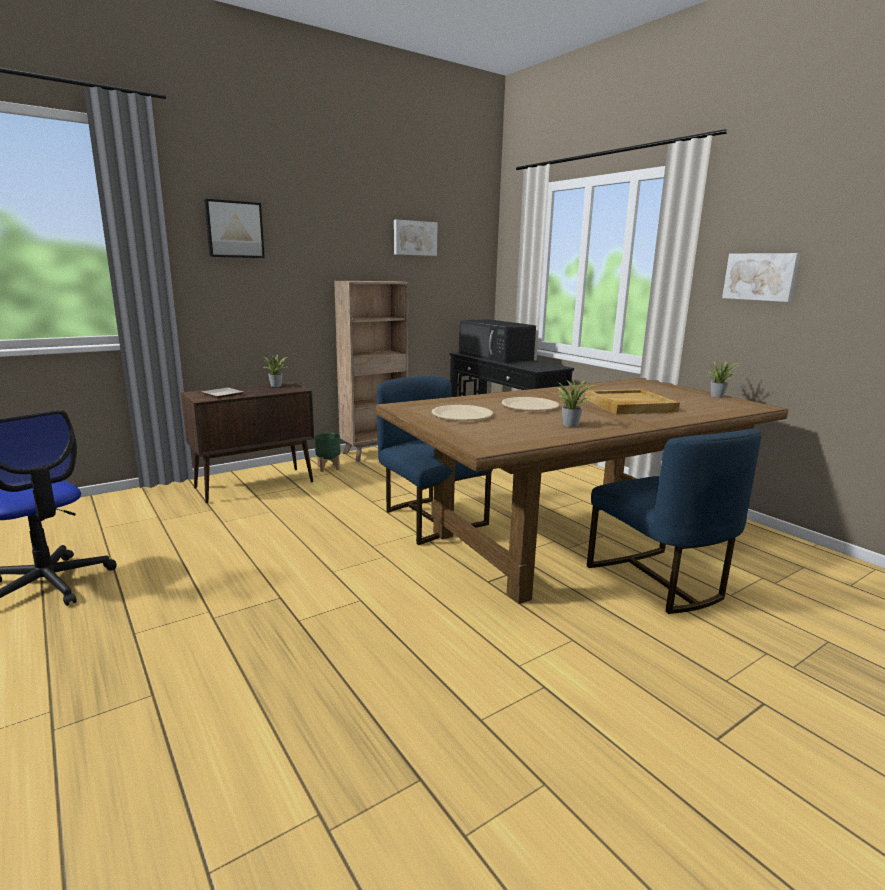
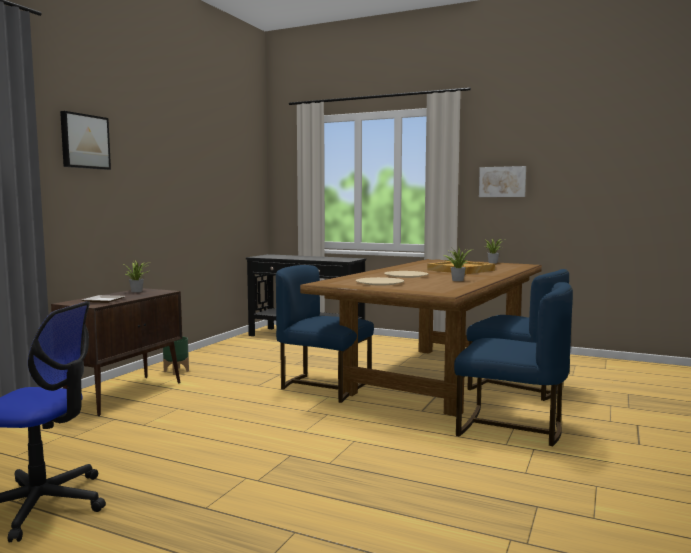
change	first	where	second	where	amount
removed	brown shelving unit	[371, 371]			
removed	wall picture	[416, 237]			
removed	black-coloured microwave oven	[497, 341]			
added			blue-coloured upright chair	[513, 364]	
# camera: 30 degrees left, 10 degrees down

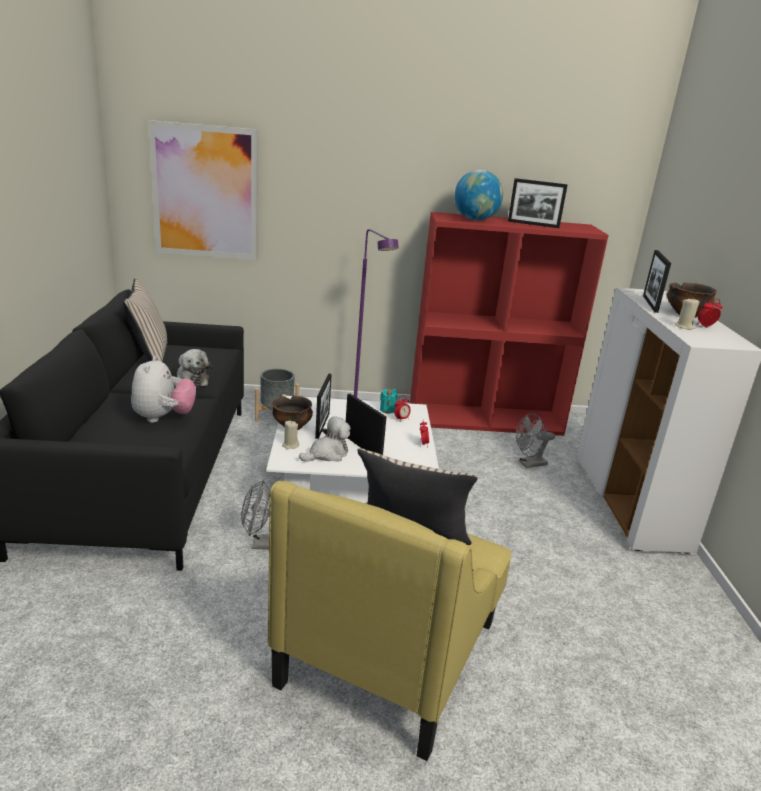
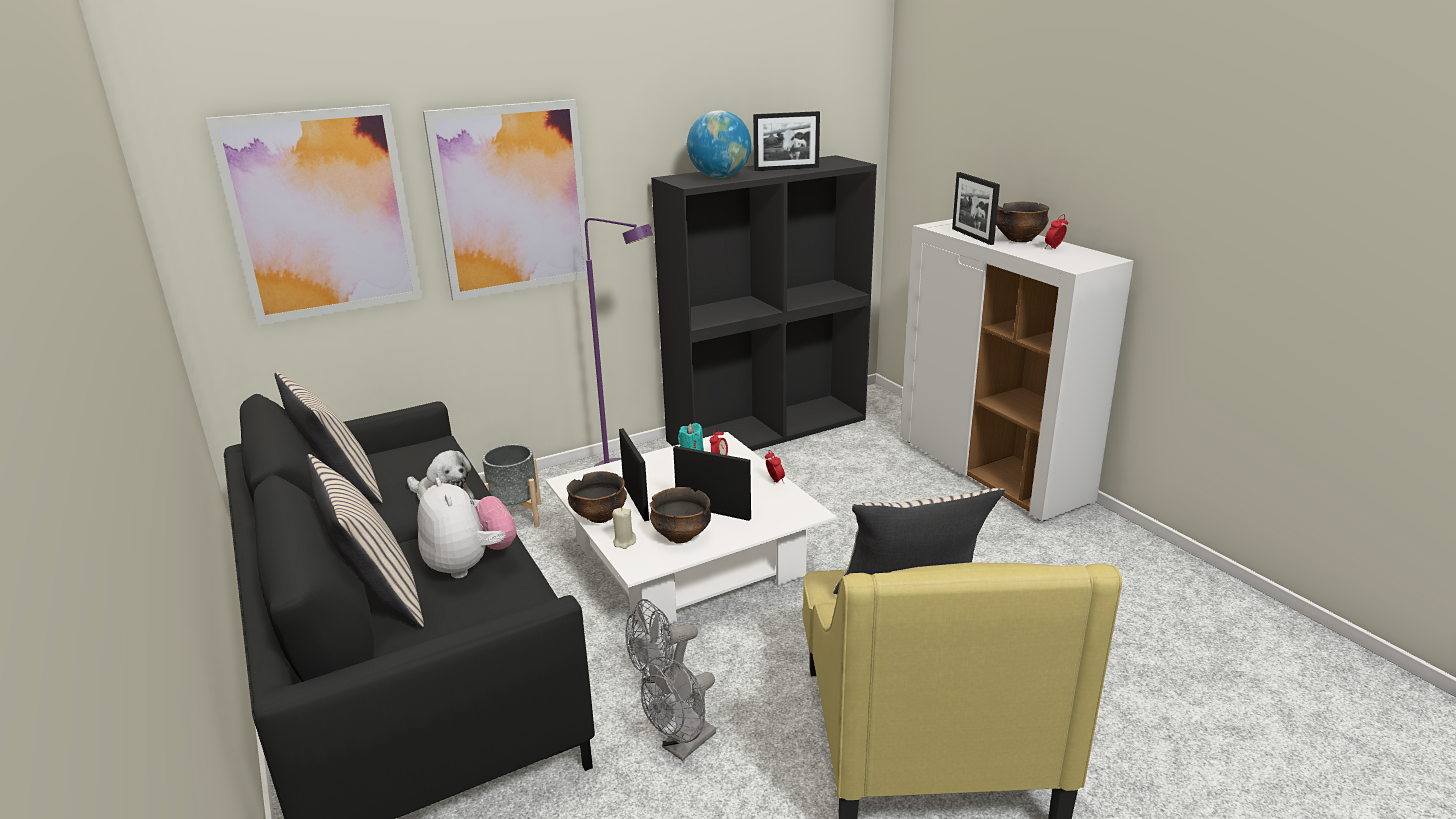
change	first	where	second	where	amount
removed	sand-coloured candle	[687, 314]			
added			sand-coloured pillow	[365, 541]	
added			wall picture	[506, 200]	
moved	grey fan	[535, 440]		[678, 708]	
replaced	soft toy	[325, 439]	bowl	[680, 515]	
recoloured	reddish shelving unit	[509, 324]	black-coloured shelving unit	[764, 303]	
# camera: 25 degrees left, 0 degrees up

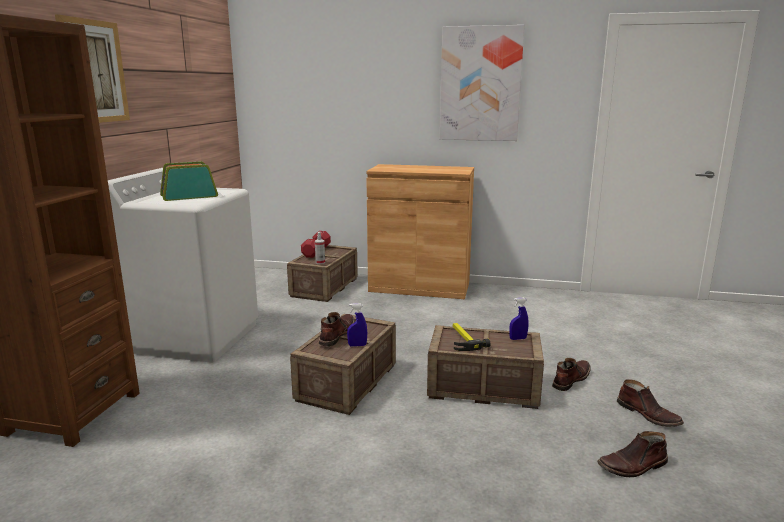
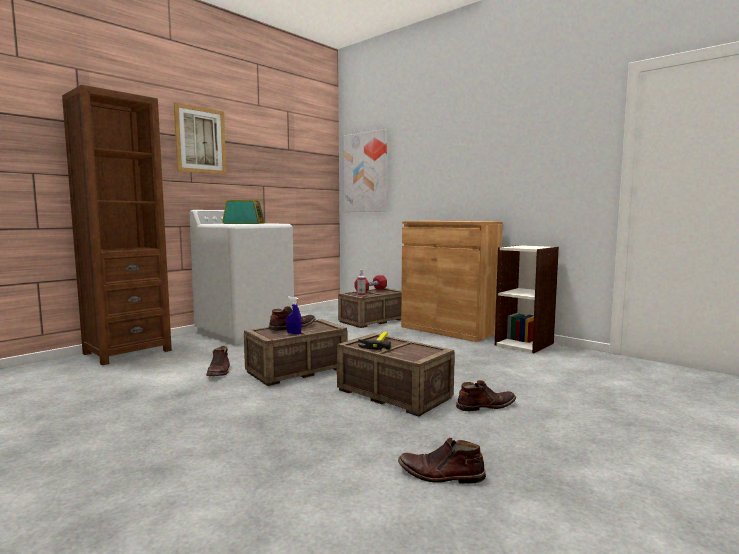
change	first	where	second	where	amount
removed	blue-coloured sprayer	[519, 319]			
added			shelving unit	[527, 299]	
moved	wall picture	[482, 83]		[365, 170]	
moved	brown high-top boot	[650, 403]		[218, 361]	
# camera: 30 degrees right, 10 degrees down

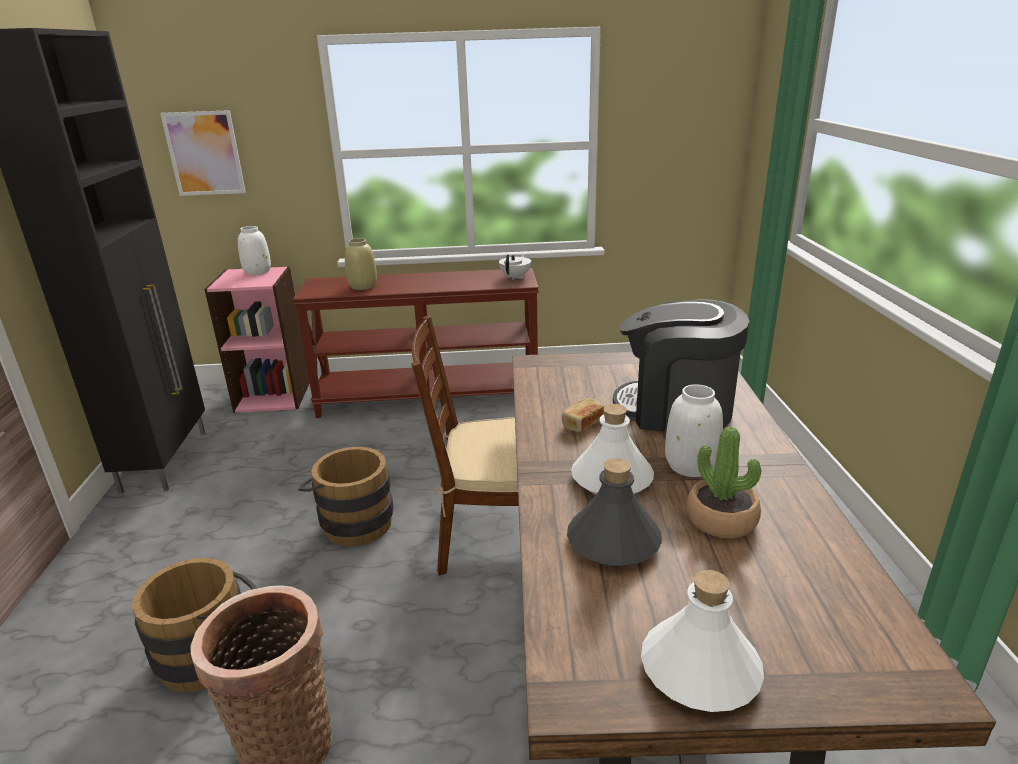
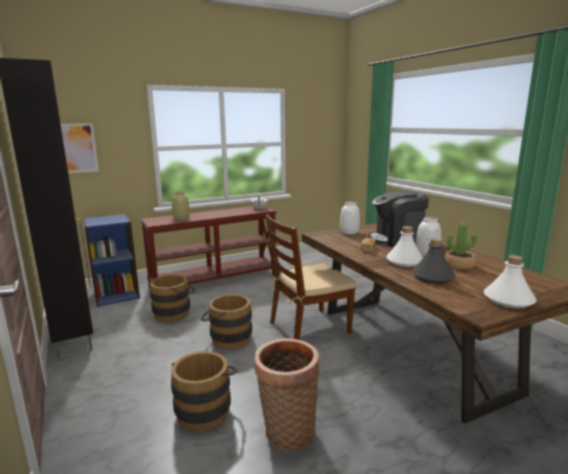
change	first	where	second	where	amount
added			brown water bucket	[172, 298]	
moved	whitish vase	[254, 250]		[350, 218]	
recoloured	pink shelving unit	[257, 339]	blue-coloured shelving unit	[111, 260]	
# camera: 25 degrees left, 10 degrees down

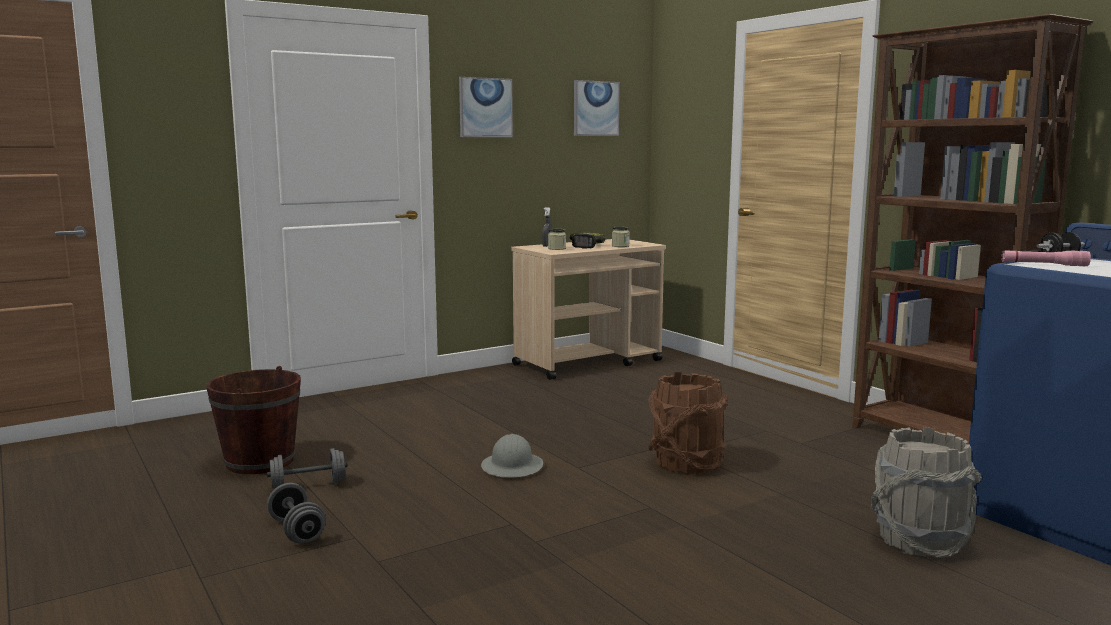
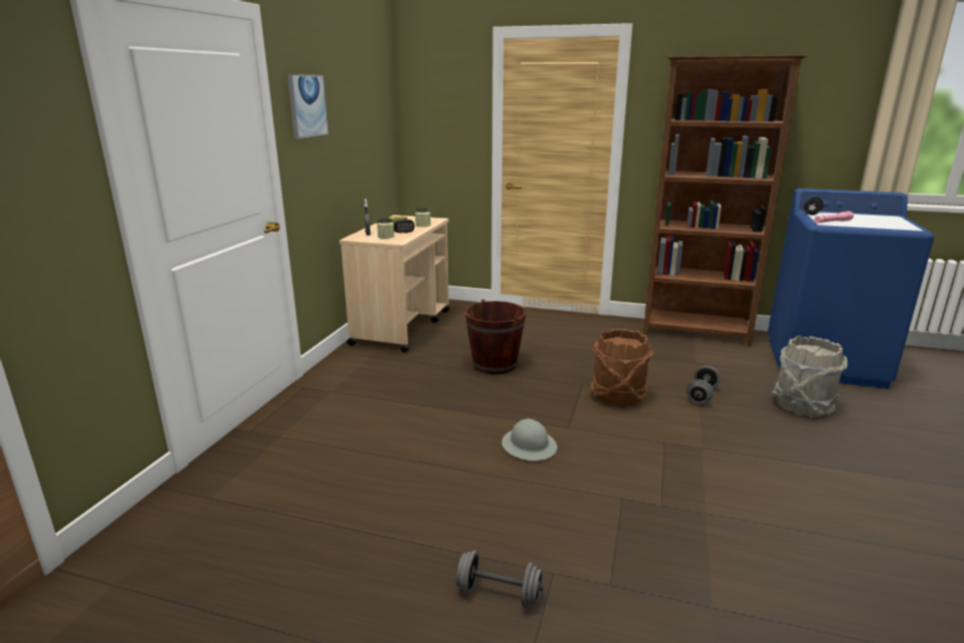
change	first	where	second	where	amount
removed	wall picture	[597, 108]			
moved	brown water bucket	[253, 420]		[495, 336]	
moved	grey hand weight	[307, 468]		[703, 385]	
# camera: 40 degrees left, 10 degrees up

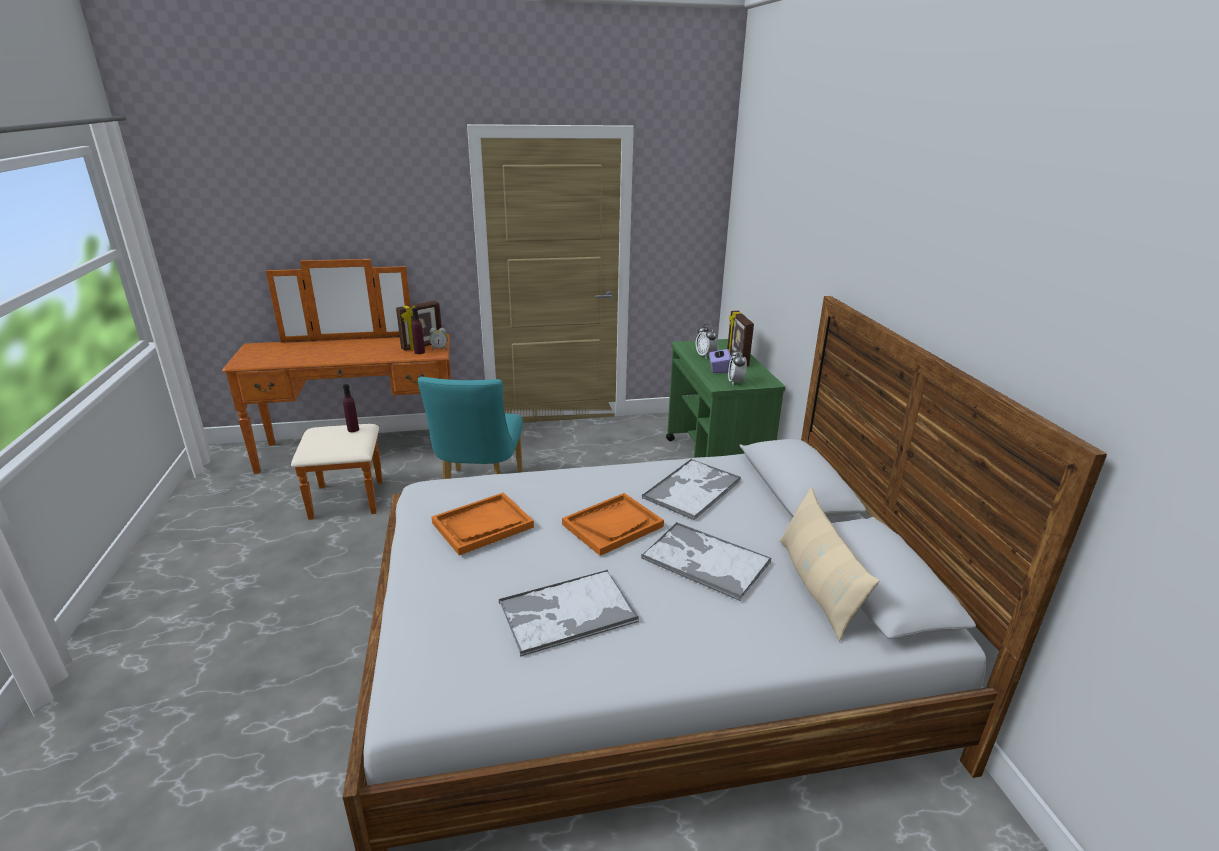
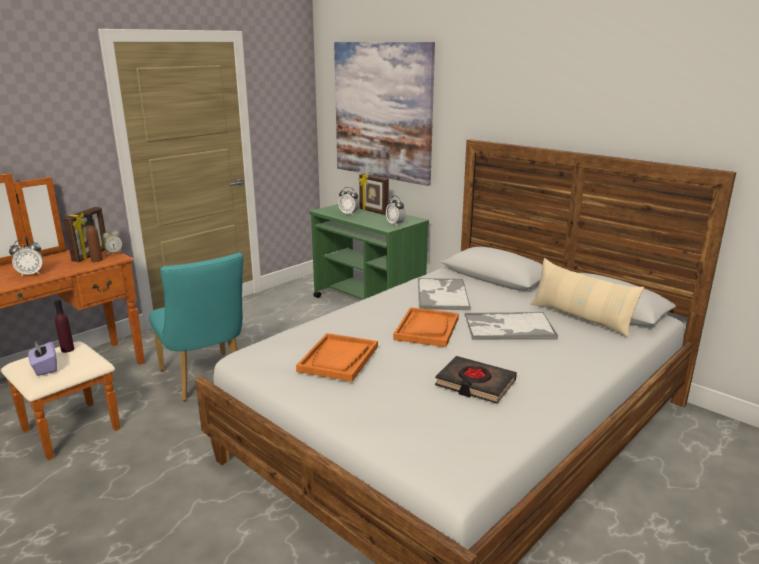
change	first	where	second	where	amount
added			table clock	[26, 258]	
added			wall picture	[384, 114]	
moved	purple-coloured tissue box	[720, 358]		[42, 358]	
replaced	tray	[569, 613]	black-coloured book	[476, 379]	
recoloured	purple-coloured beverage bottle	[418, 331]	brown beverage bottle	[94, 238]	
# camera: 35 degrees left, 5 degrees down

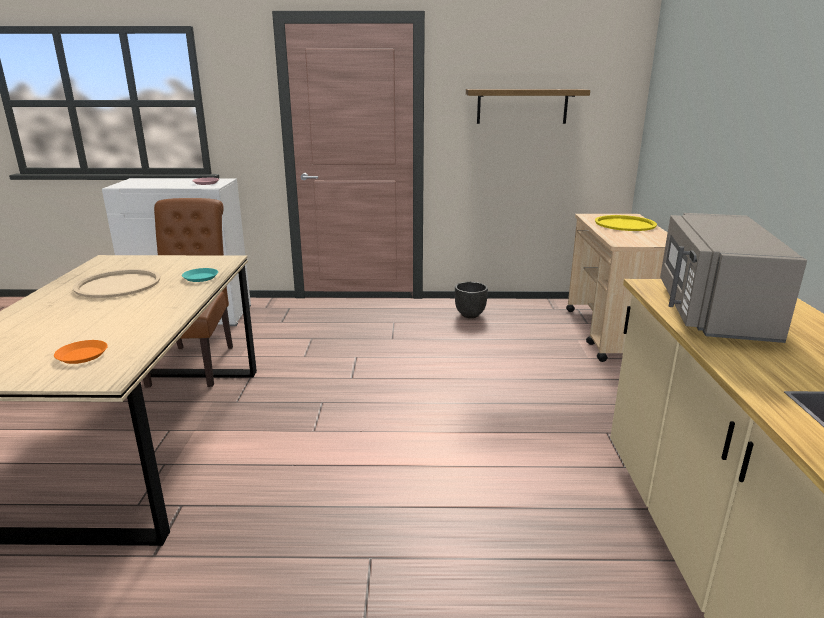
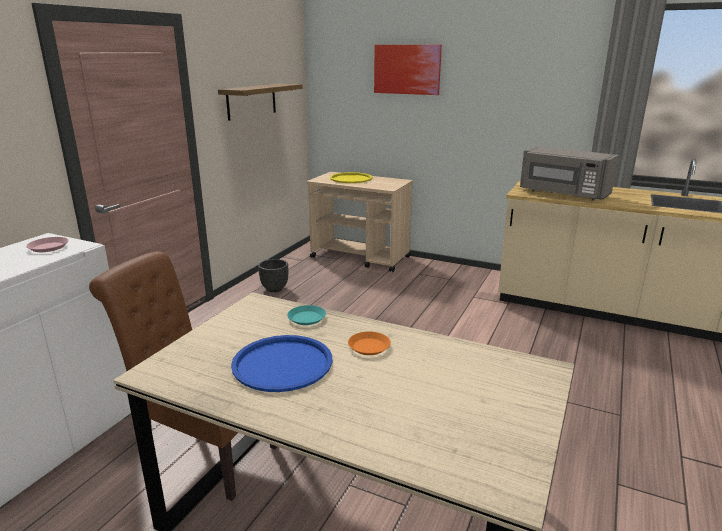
change	first	where	second	where	amount
added			wall picture	[408, 70]	
moved	orange flat dish	[81, 352]		[369, 343]	
recoloured	sand-coloured tray	[116, 283]	blue-coloured tray	[281, 363]	
# camera: 65 degrees left, 0 degrees up

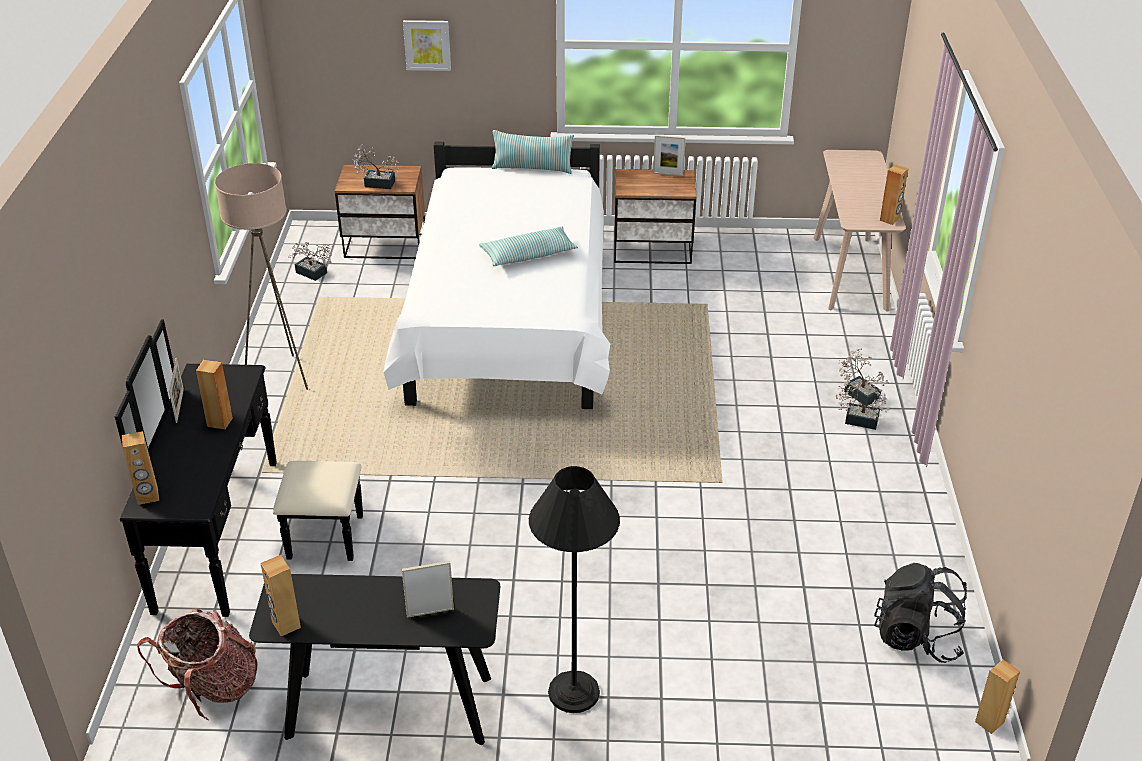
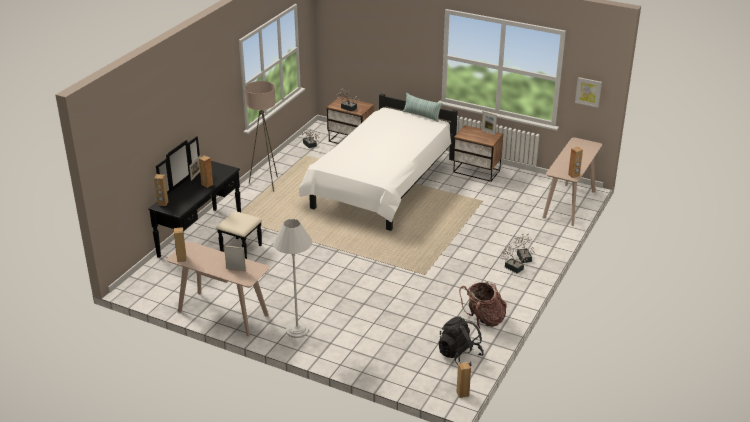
change	first	where	second	where	amount
removed	pillow	[528, 246]			
moved	knapsack	[197, 664]		[483, 304]	
moved	wall picture	[427, 45]		[588, 92]	
recoloured	black-coloured console table	[374, 659]	sand-coloured console table	[218, 289]	
recoloured	black-coloured standing lamp	[574, 589]	whitish standing lamp	[292, 278]	
# camera: 25 degrees right, 5 degrees down

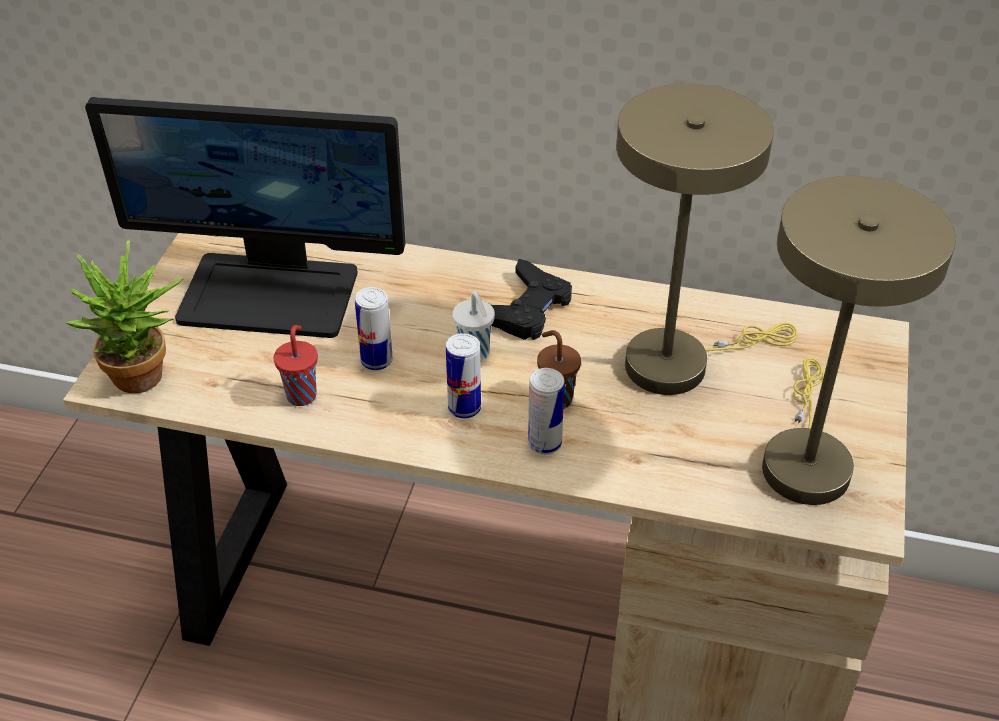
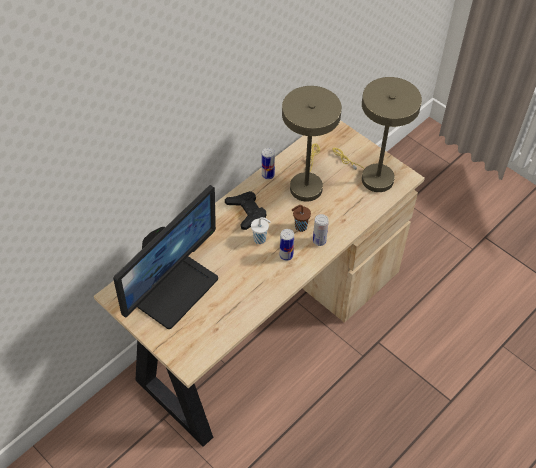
change	first	where	second	where	amount
removed	houseplant	[125, 316]			
removed	reddish small cup	[295, 365]			
moved	metal can	[374, 328]		[268, 163]	
# camera: 60 degrees left, 10 degrees up

